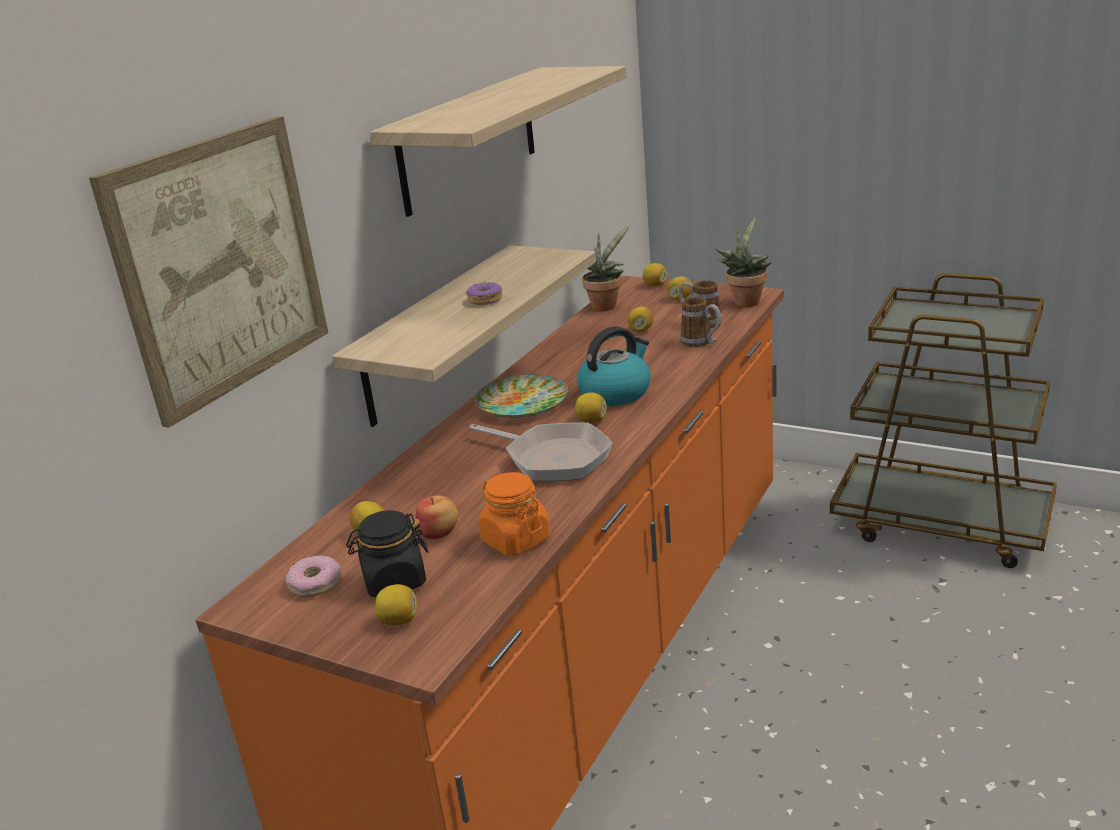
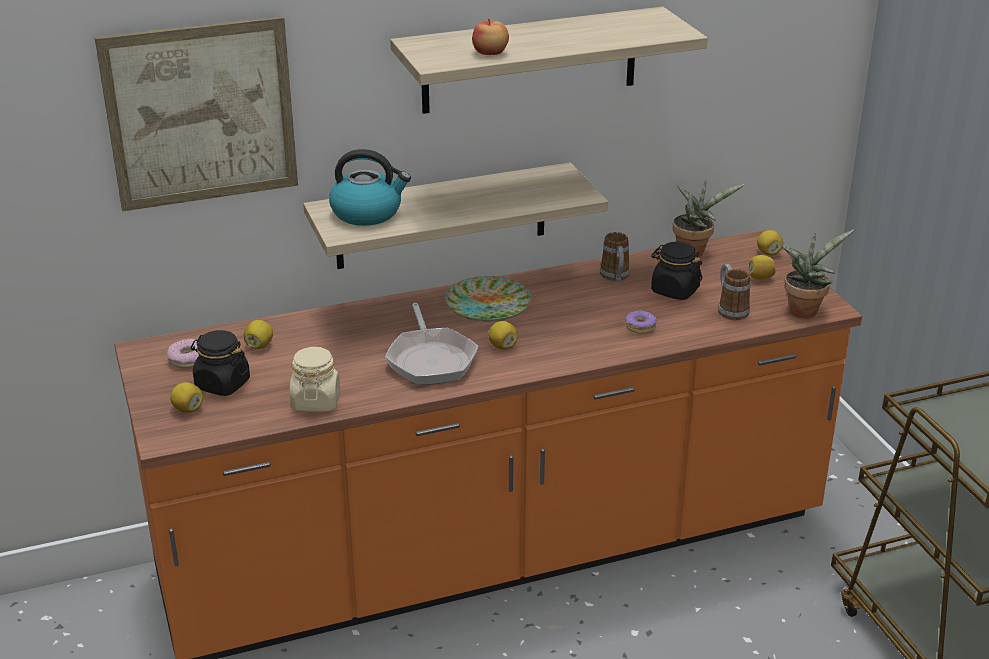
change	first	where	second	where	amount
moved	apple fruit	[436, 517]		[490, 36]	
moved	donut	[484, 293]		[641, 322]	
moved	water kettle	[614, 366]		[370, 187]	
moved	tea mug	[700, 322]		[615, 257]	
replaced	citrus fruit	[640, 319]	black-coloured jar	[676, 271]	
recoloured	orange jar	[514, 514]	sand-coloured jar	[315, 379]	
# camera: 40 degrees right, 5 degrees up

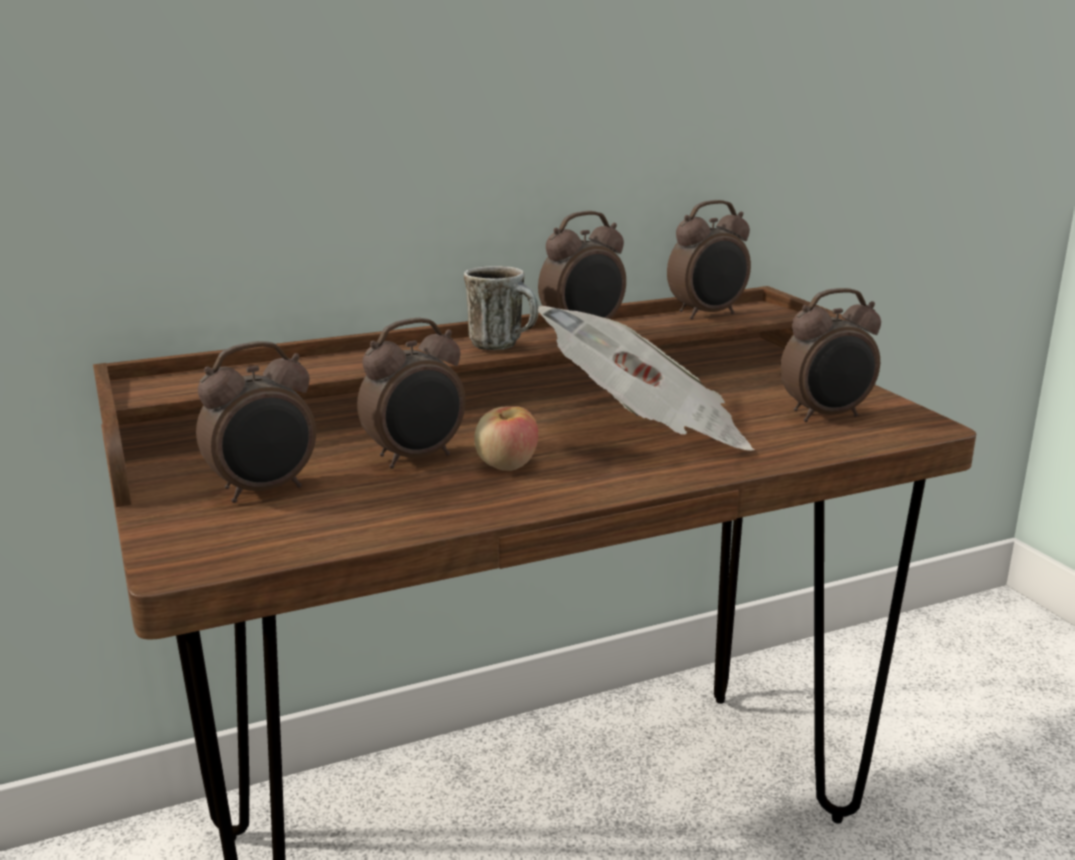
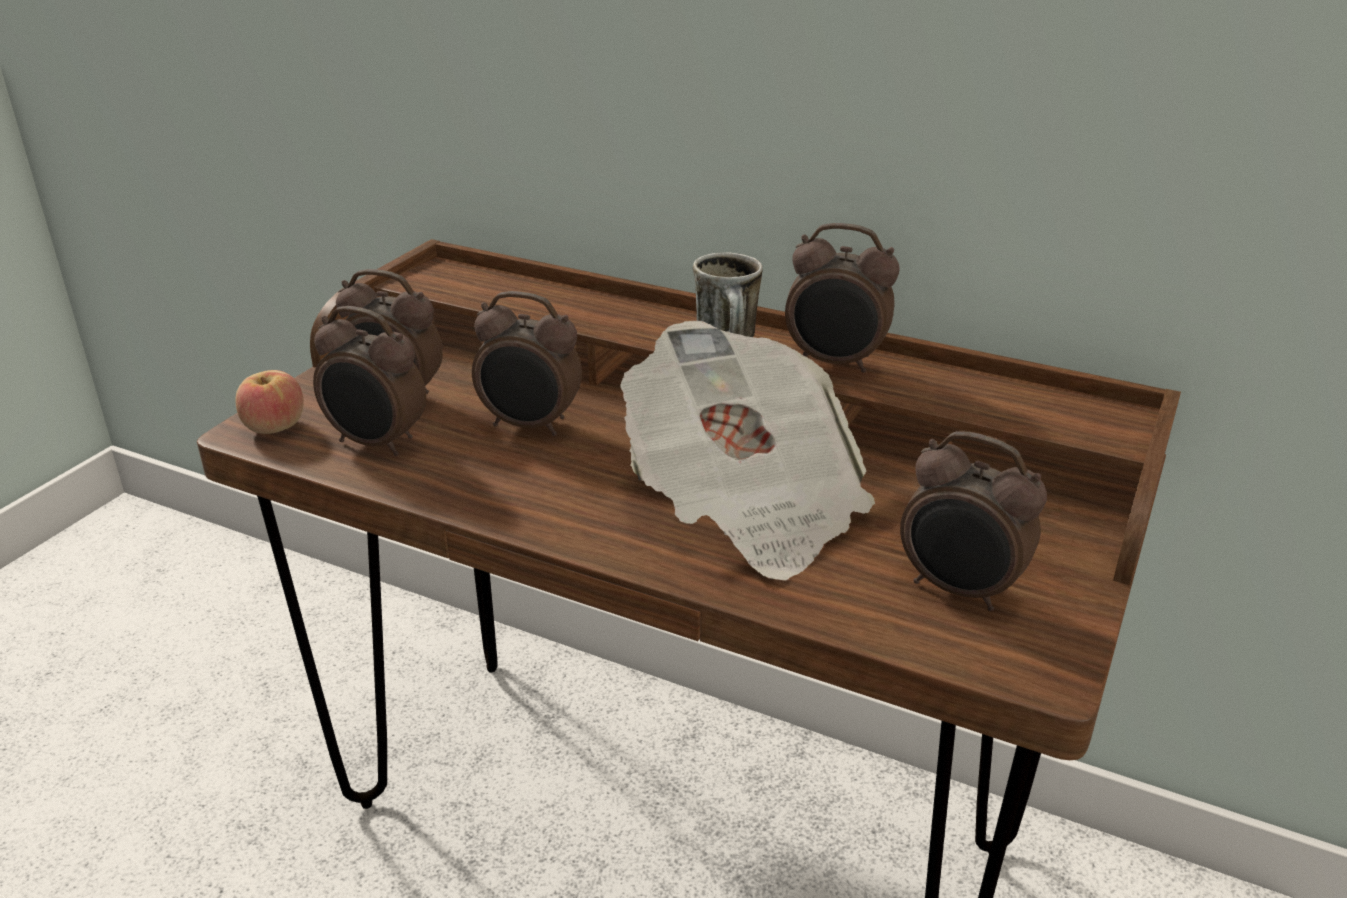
change	first	where	second	where	amount
moved	apple fruit	[506, 438]		[269, 402]	
moved	table clock	[709, 260]		[369, 381]	
# camera: 50 degrees right, 10 degrees up

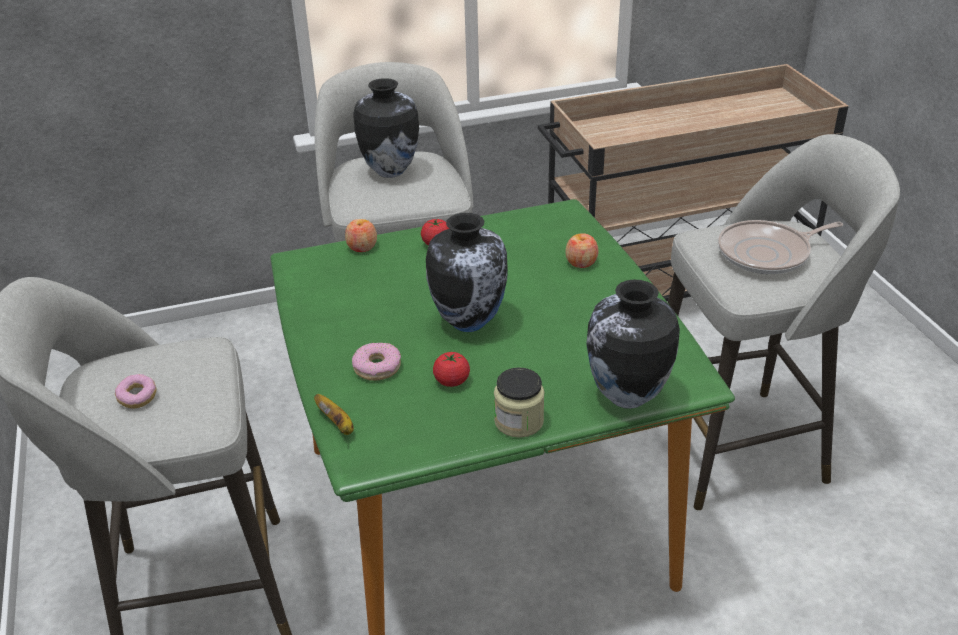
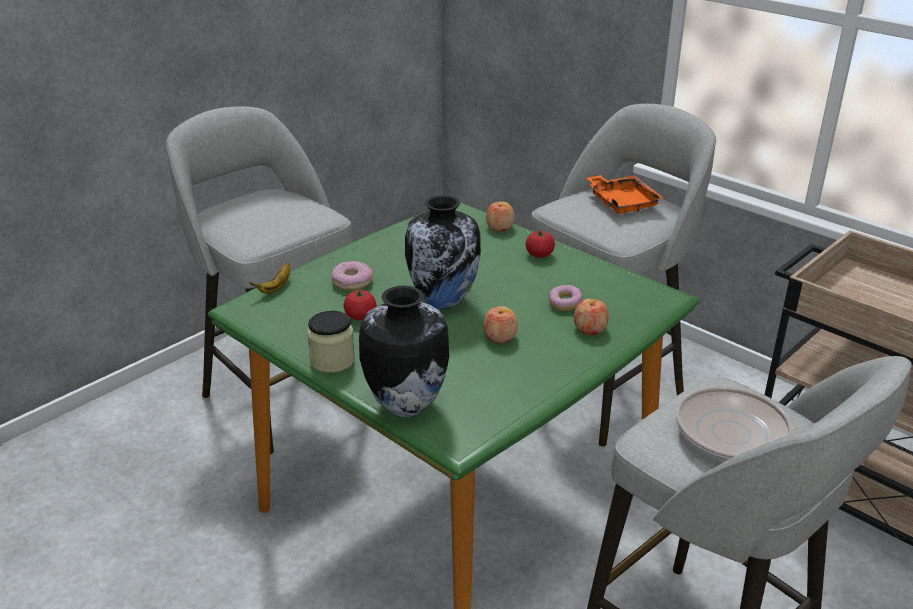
change	first	where	second	where	amount
added			apple fruit	[500, 324]	
moved	donut	[135, 391]		[566, 298]	
replaced	vase	[386, 128]	orange tray	[625, 194]	
# camera: 60 degrees right, 5 degrees down

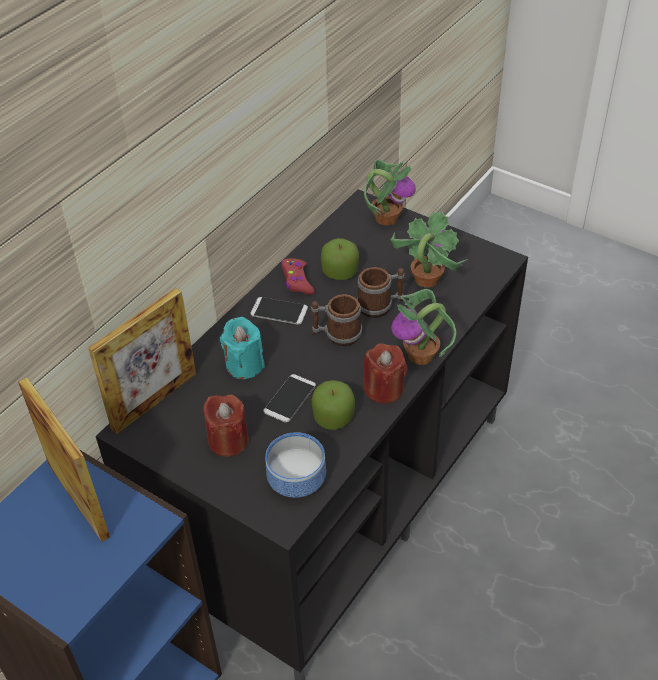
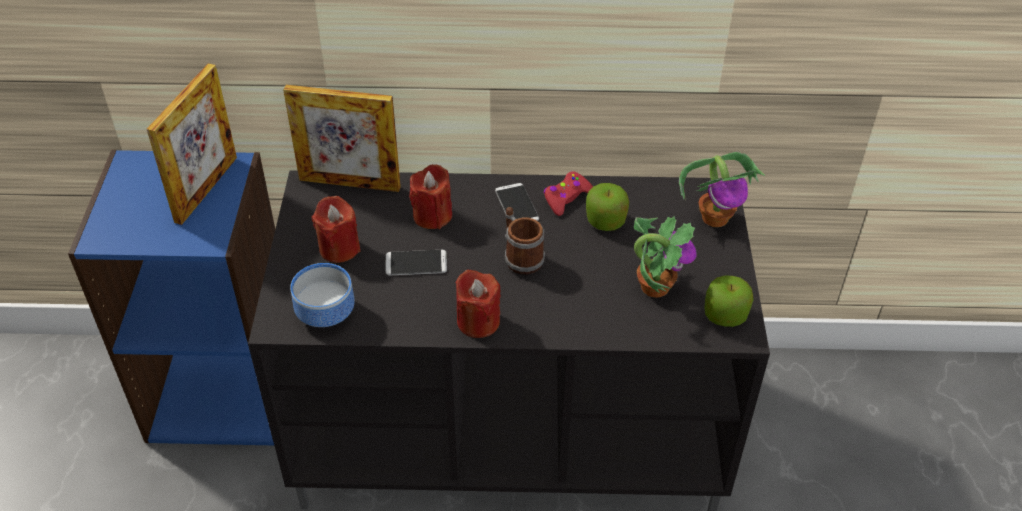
change	first	where	second	where	amount
removed	tea mug	[380, 292]			
removed	houseplant	[423, 327]			
moved	apple fruit	[333, 405]		[729, 301]	
recoloured	turquoise-coloured candle	[242, 348]	reddish candle	[430, 196]	
# camera: 55 degrees right, 0 degrees up

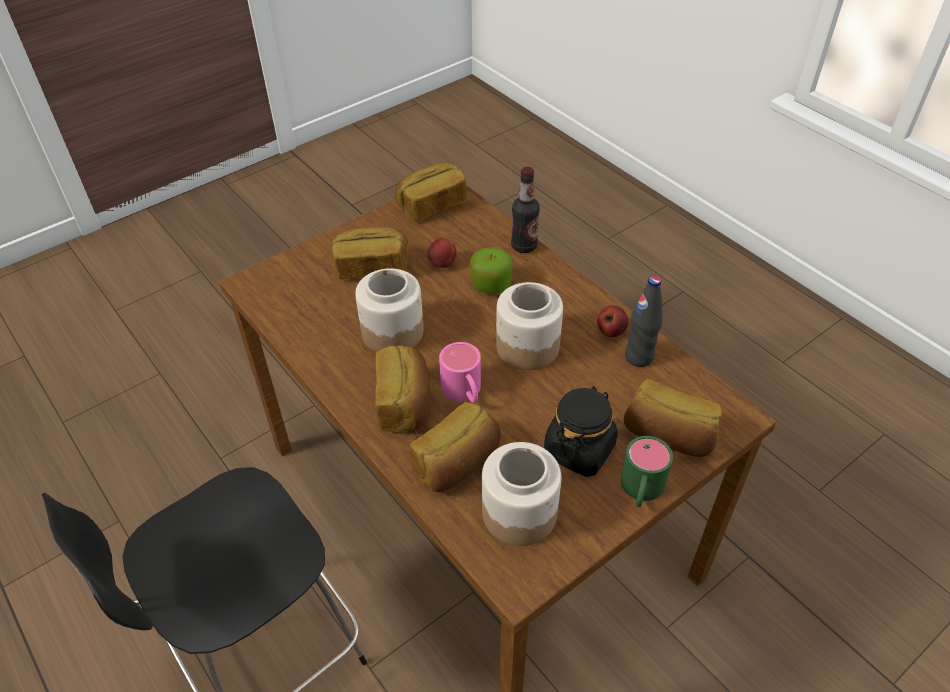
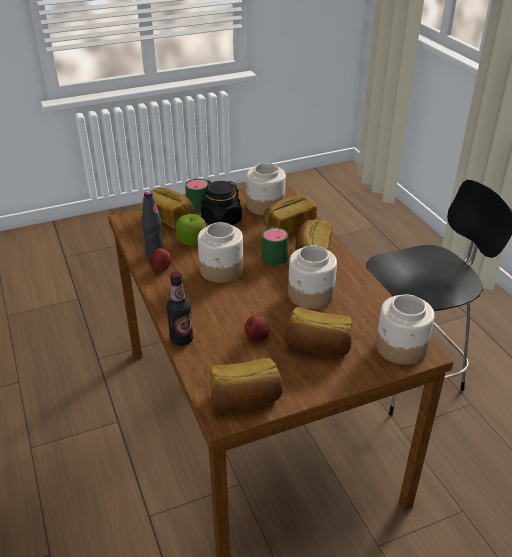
change	first	where	second	where	amount
added			jar	[405, 329]	
moved	apple fruit	[491, 270]		[191, 230]	
recoloured	pink tea mug	[460, 372]	greenish tea mug	[275, 246]	
# camera: 165 degrees left, 10 degrees down

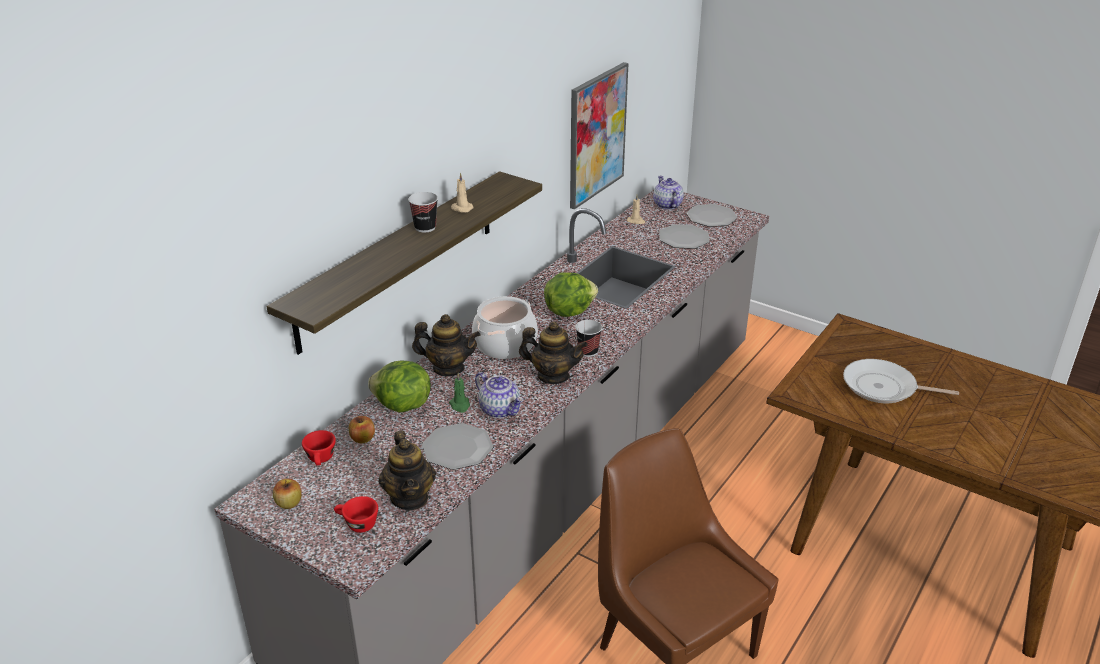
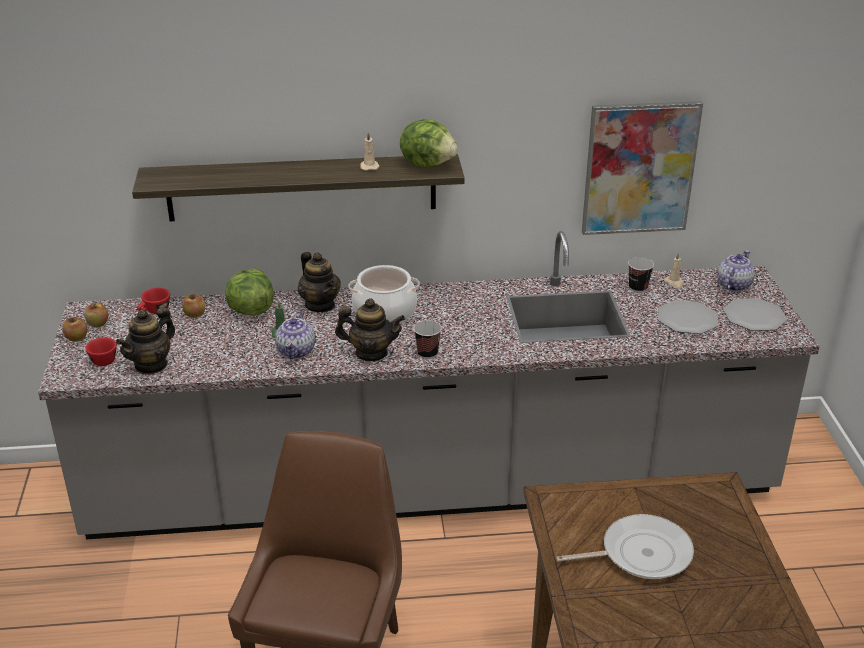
change	first	where	second	where	amount
removed	flat dish	[457, 446]			
added			apple fruit	[75, 329]	
moved	small cup	[423, 212]		[641, 274]	
moved	lettuce head	[571, 295]		[429, 143]	
turned	pot for tea	[553, 353]		[370, 329]	60 degrees counterclockwise
turned	pan	[901, 381]		[625, 546]	105 degrees clockwise
# camera: 50 degrees right, 0 degrees up

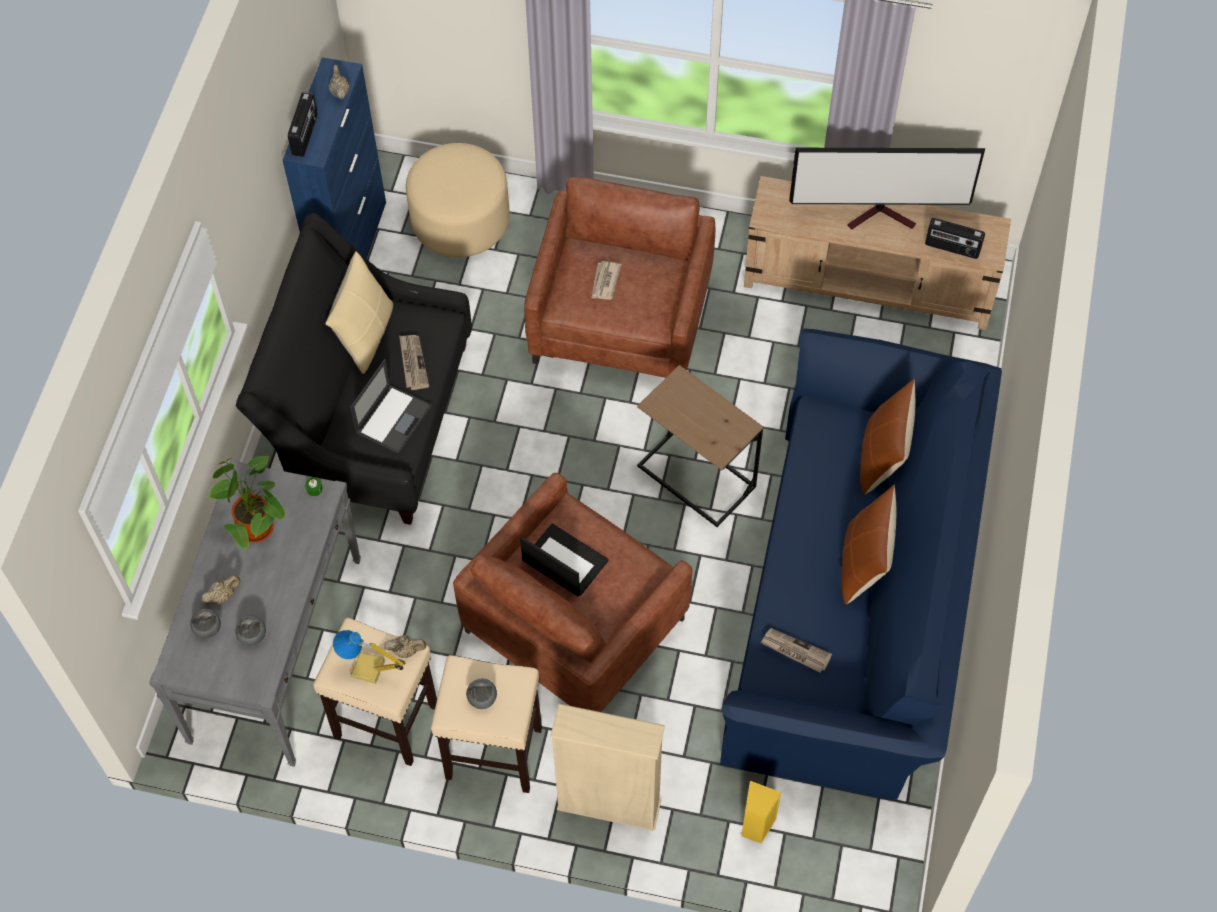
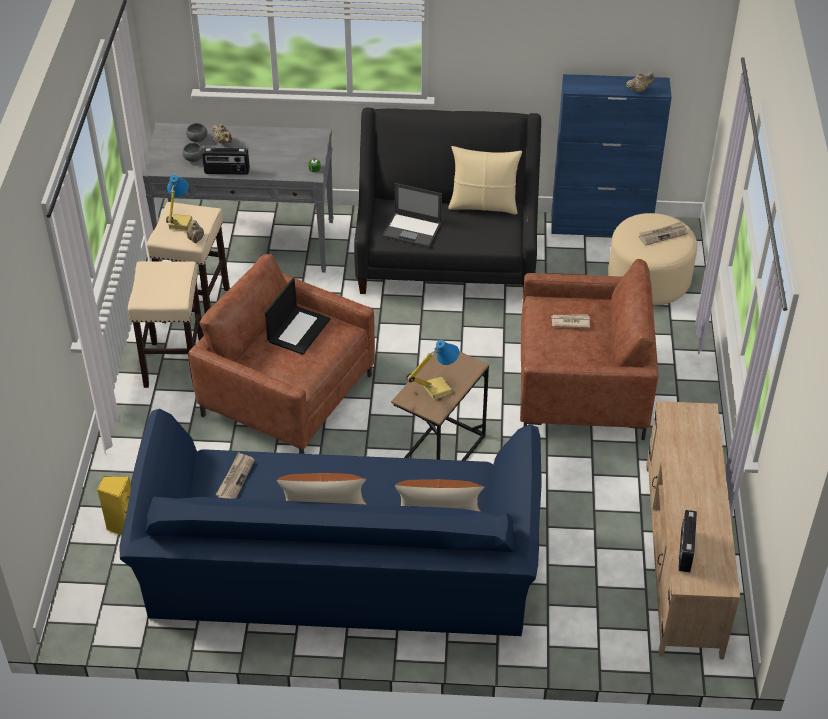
change	first	where	second	where	amount
removed	houseplant	[246, 502]			
removed	grey bowl	[481, 694]			
removed	sand-coloured shelving unit	[607, 767]			
removed	TV set	[887, 188]			
added			table lamp	[433, 370]	
moved	radio set	[303, 124]		[226, 161]	
moved	newspaper	[414, 362]		[663, 233]	
# camera: 80 degrees right, 15 degrees down

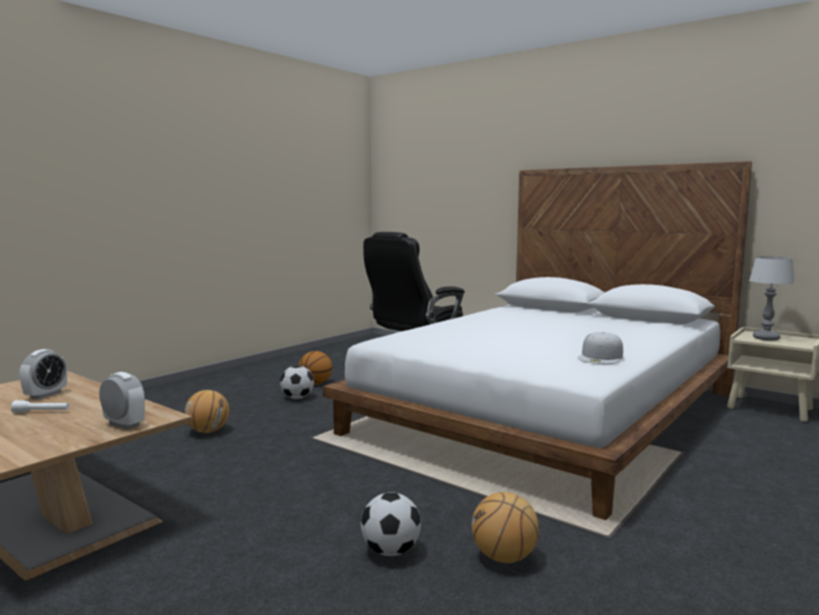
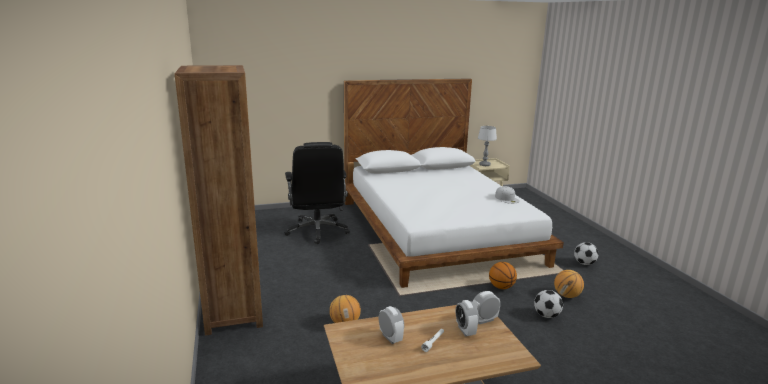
change	first	where	second	where	amount
added			brown shelving unit	[219, 200]	
added			table clock	[467, 318]	
moved	football	[297, 382]		[586, 253]	
moved	basketball	[315, 368]		[503, 275]	
# camera: 55 degrees left, 10 degrees up

